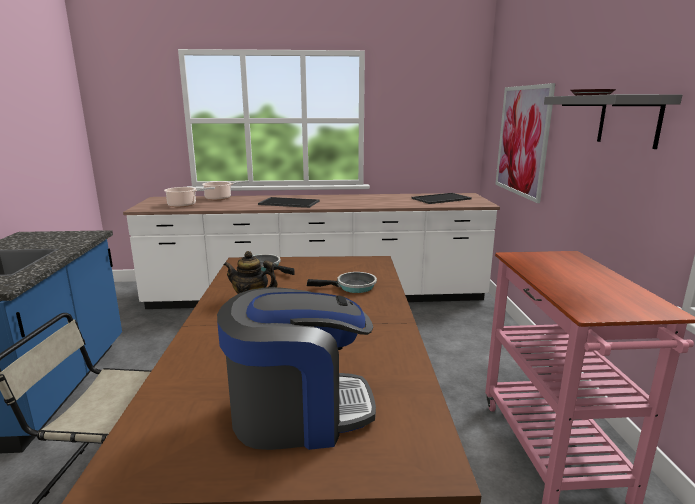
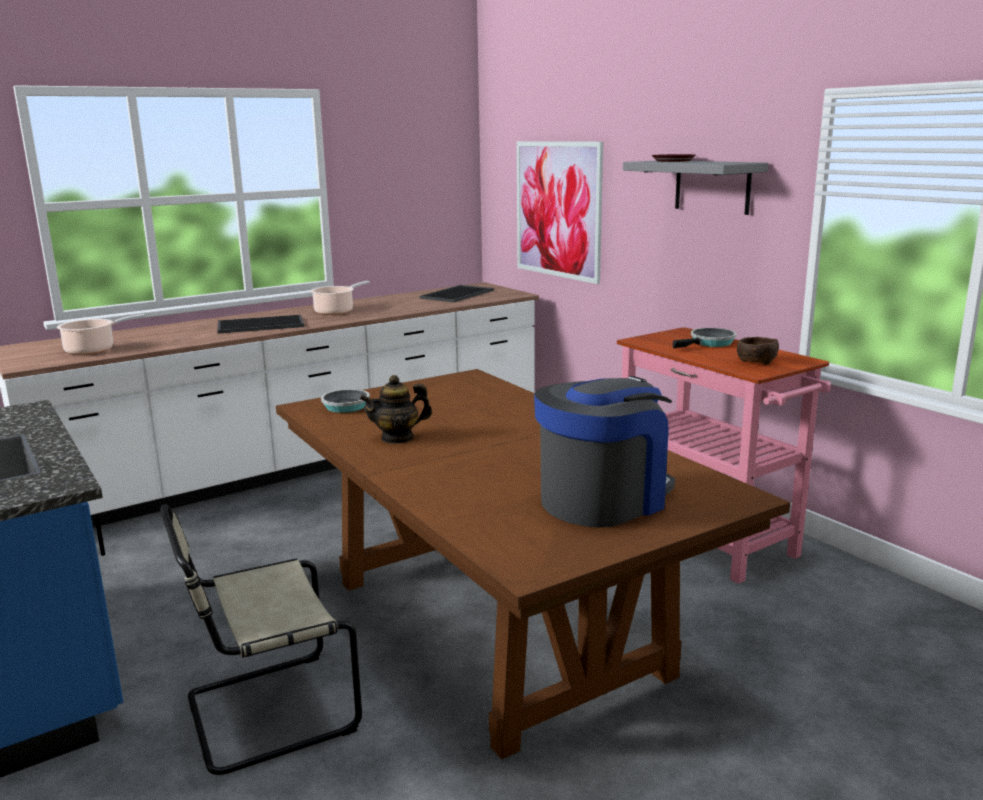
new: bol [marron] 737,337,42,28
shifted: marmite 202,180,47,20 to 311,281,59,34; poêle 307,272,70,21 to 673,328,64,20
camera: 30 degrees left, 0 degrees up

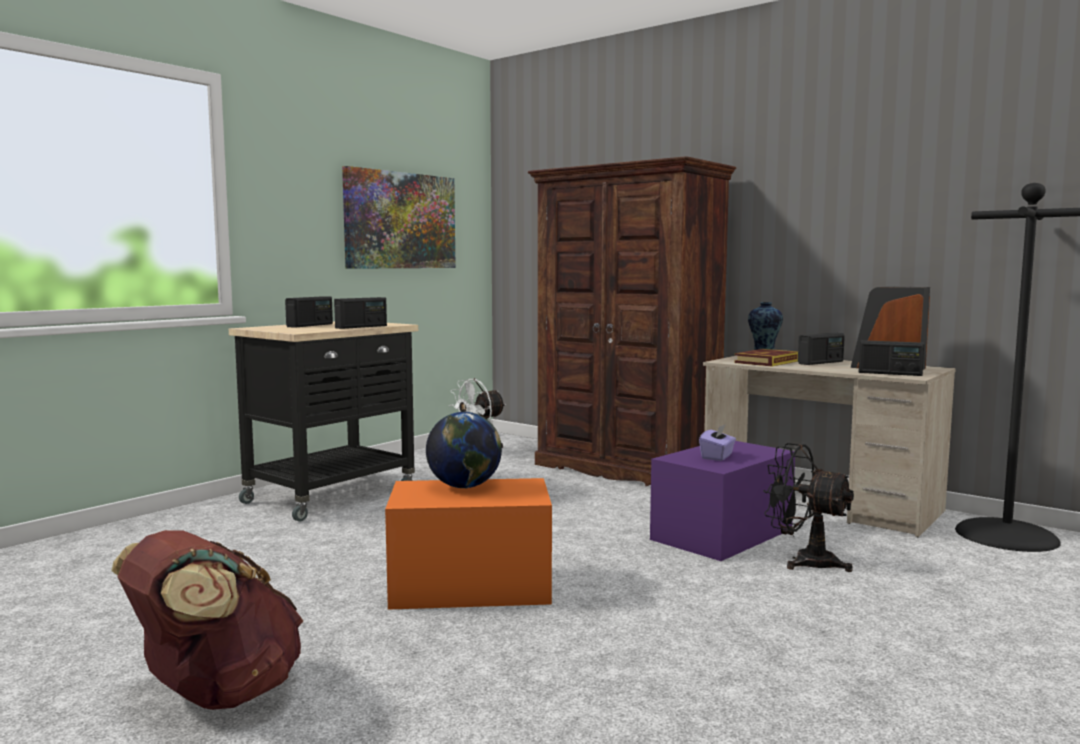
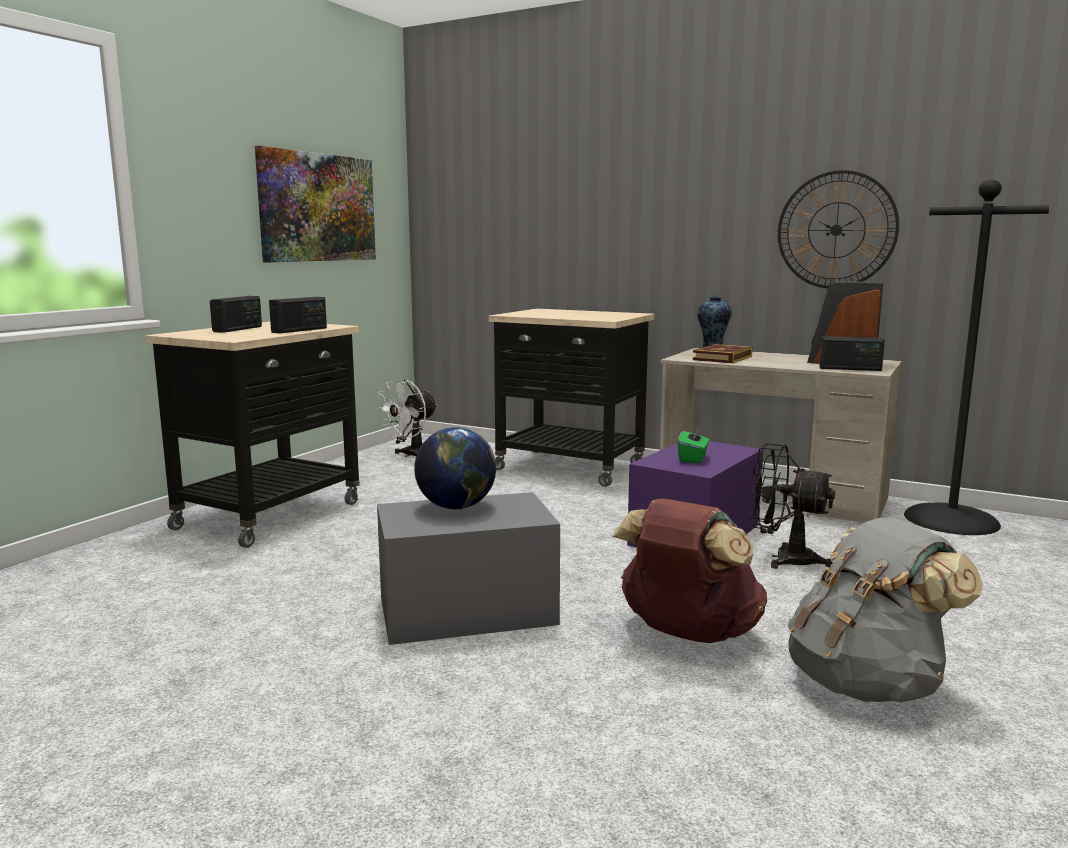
gone: radio 798,333,47,32
new: horloge murale 778,170,121,118; sac à dos [gris] 787,517,196,185
shifted: sac à dos [marron] 111,530,192,180 to 612,499,155,144
swapped: armoire [marron] 528,156,208,330 to chariot [noir] 489,309,165,178
repainted: boîte de rangement [orange] 385,478,167,132 to boîte de rangement [gris] 377,492,183,153; boîte à mouchoirs [violet] 699,424,37,37 to boîte à mouchoirs [vert] 678,427,31,36
camera: 10 degrees left, 5 degrees up

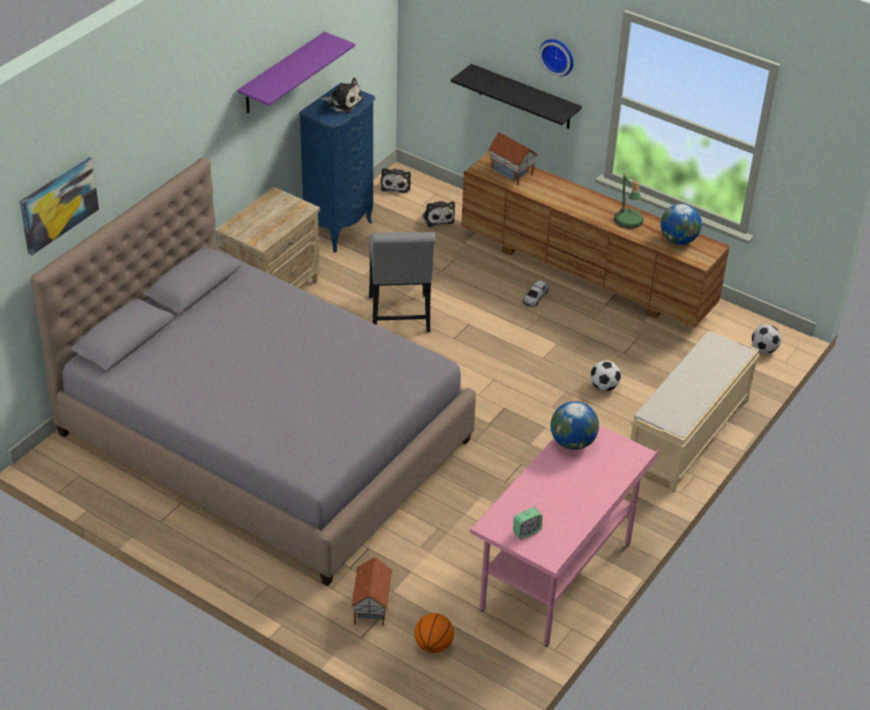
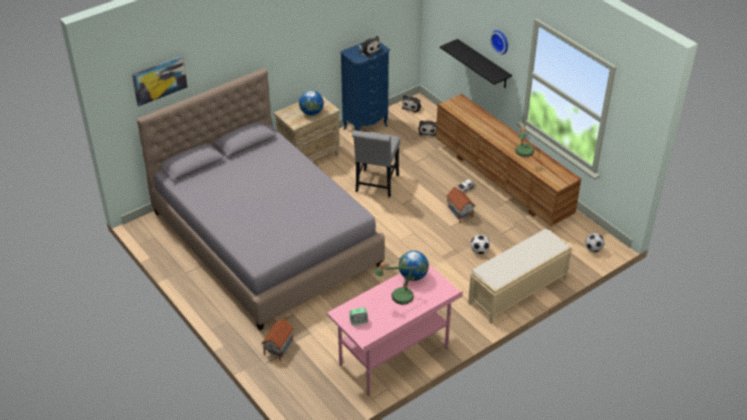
gone: étagère [violet] 237,32,118,81; ballon de basket 414,613,40,40
new: lampe de table 374,262,42,43
shifted: maison miniature 488,132,50,53 to 446,187,30,36; globe 661,204,41,41 to 299,90,25,25
camera: 20 degrees right, 0 degrees up

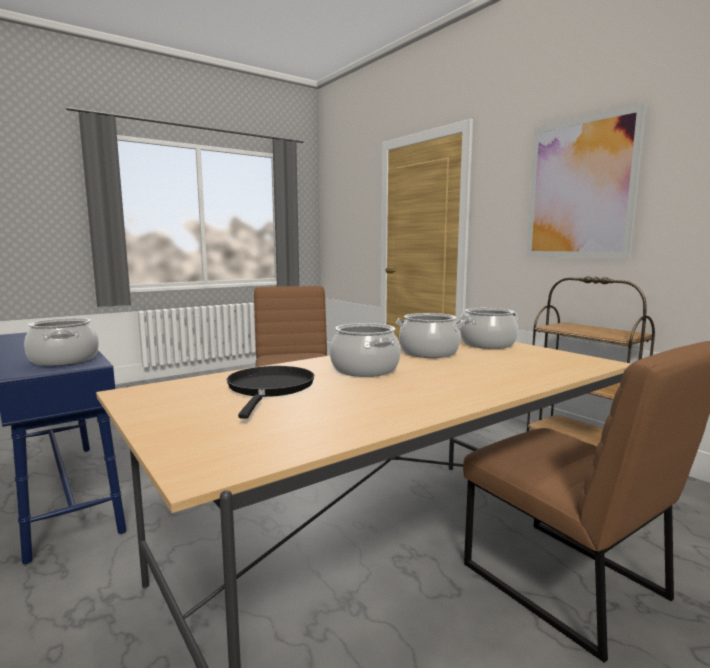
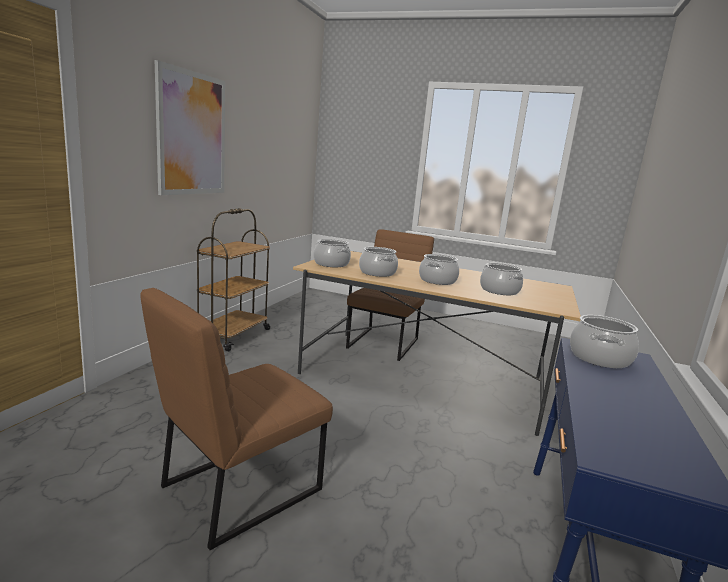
swapped: poêle [noir] 227,366,87,53 to marmite 480,263,43,32
camera: 125 degrees left, 5 degrees up

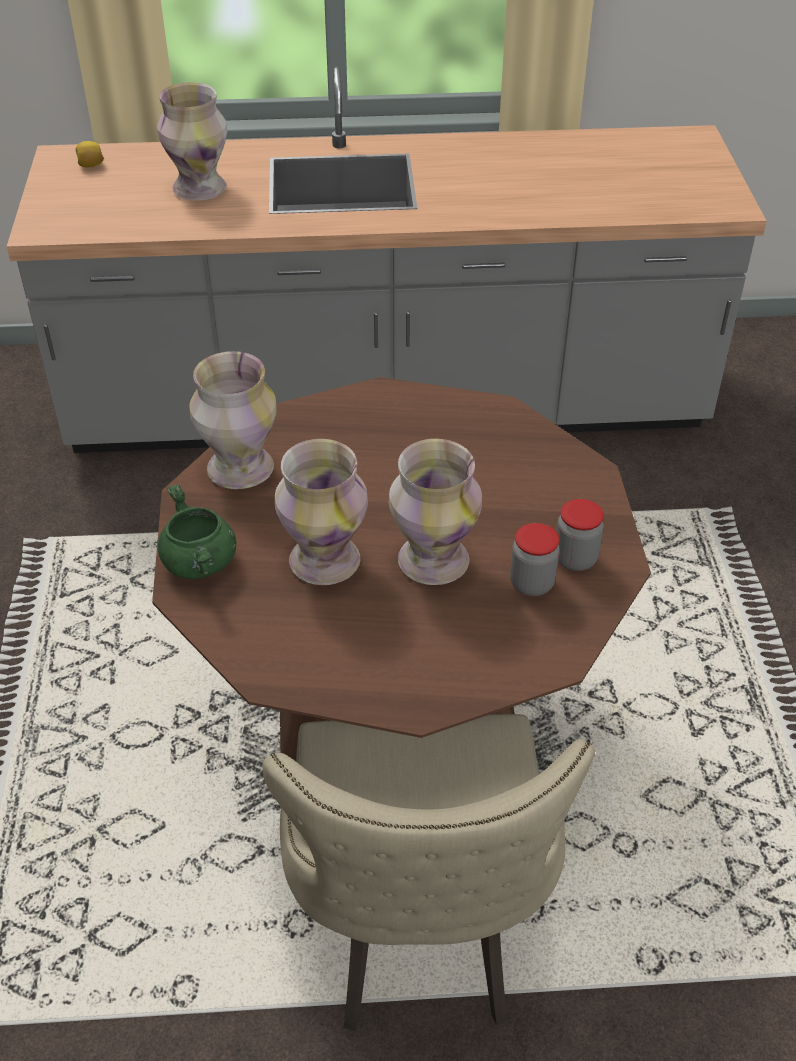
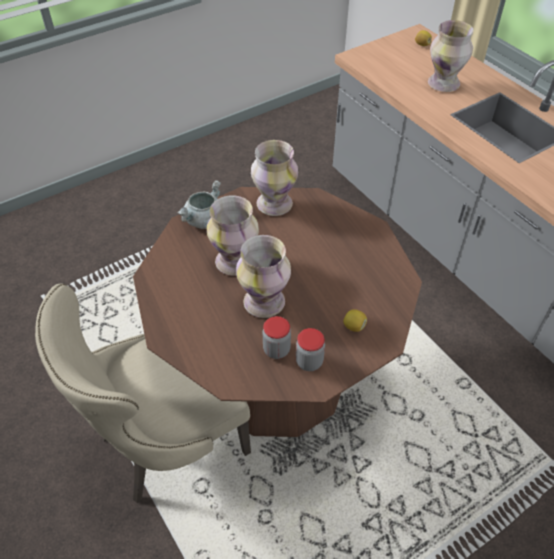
new: citron 343,309,24,23
repainted: marmite [vert] 158,485,78,94 to marmite [gris] 178,180,43,49
camera: 60 degrees right, 5 degrees up

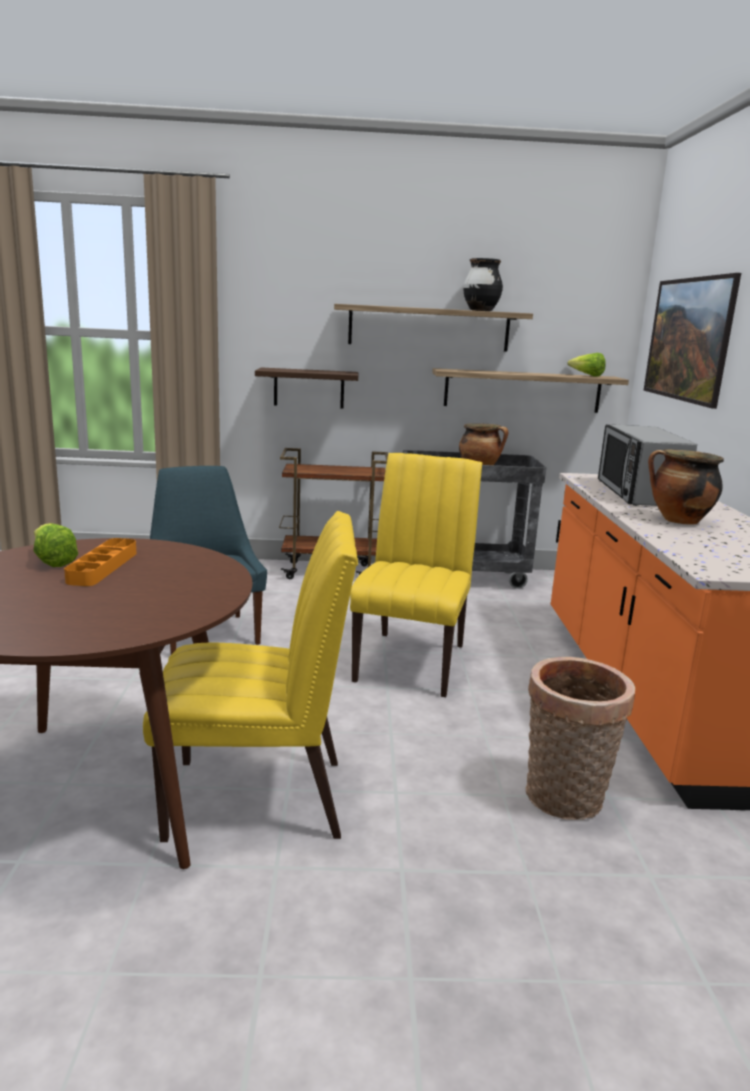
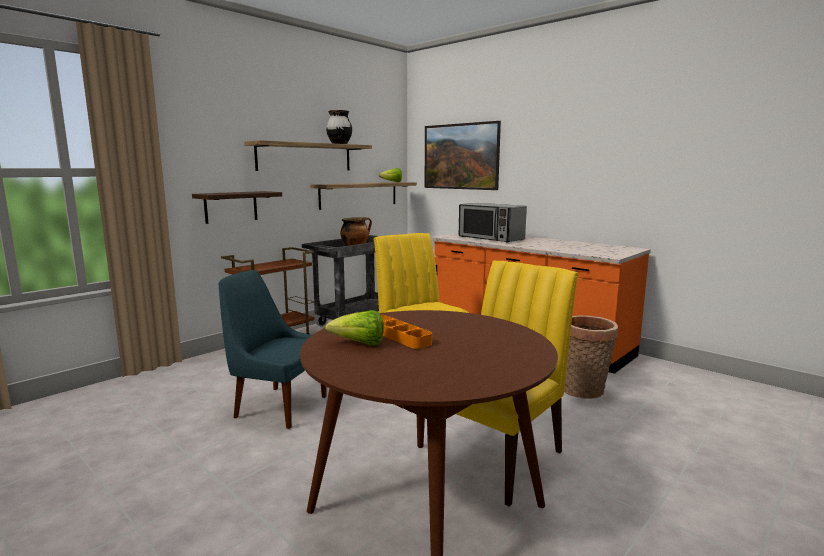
gone: marmite 648,449,76,75
camera: 45 degrees left, 5 degrees down

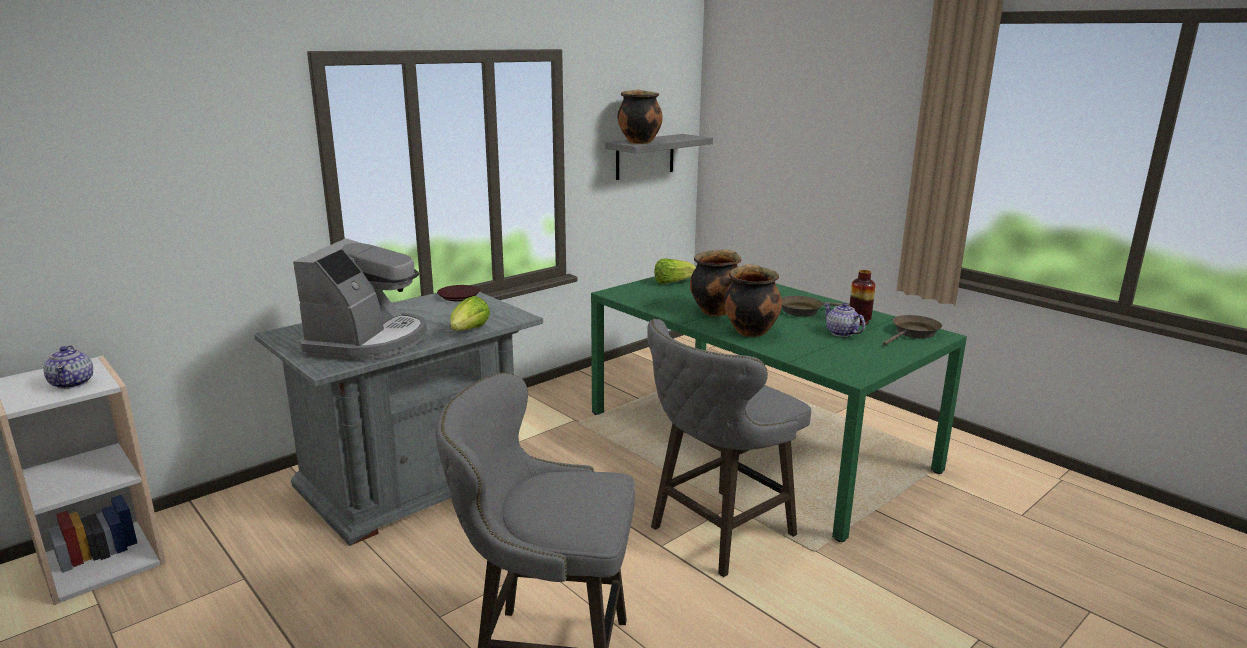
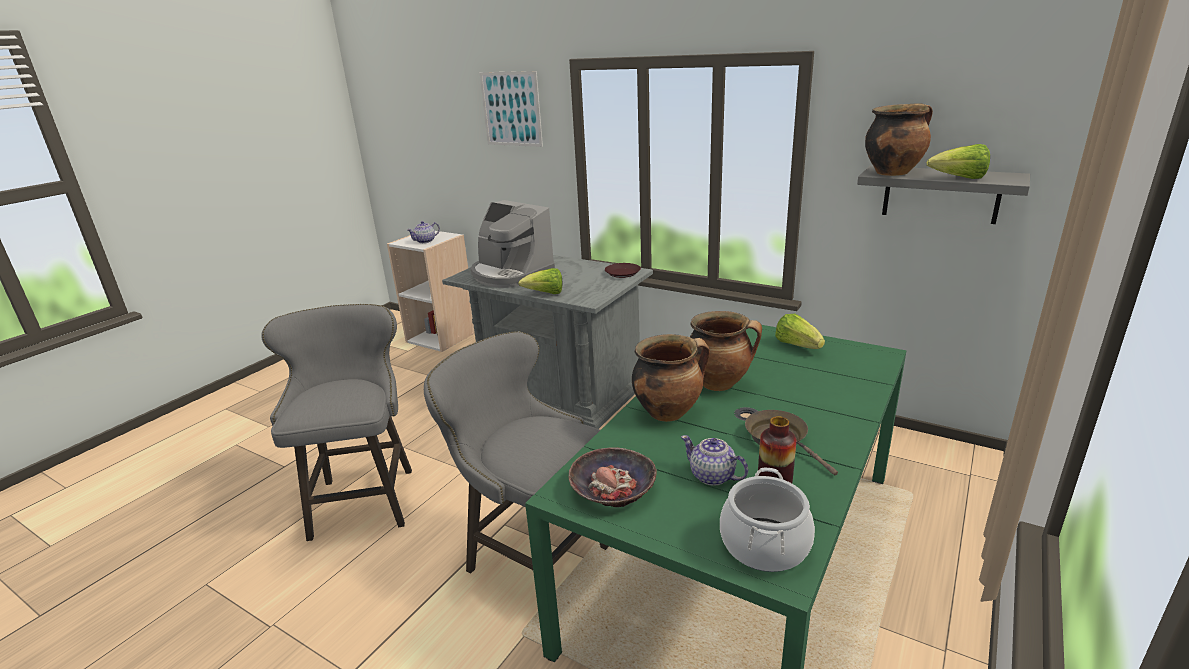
new: tableau 479,71,64,76; bol 569,447,88,60; laitue 927,144,63,35
swapped: poêle [marron] 883,315,59,30 to marmite 720,468,95,104
rotated: machine à café 293,238,134,123 = 471,200,84,88 45 degrees clockwise; théière 824,303,41,34 = 681,435,67,51 90 degrees counterclockwise
camera: 75 degrees right, 5 degrees up

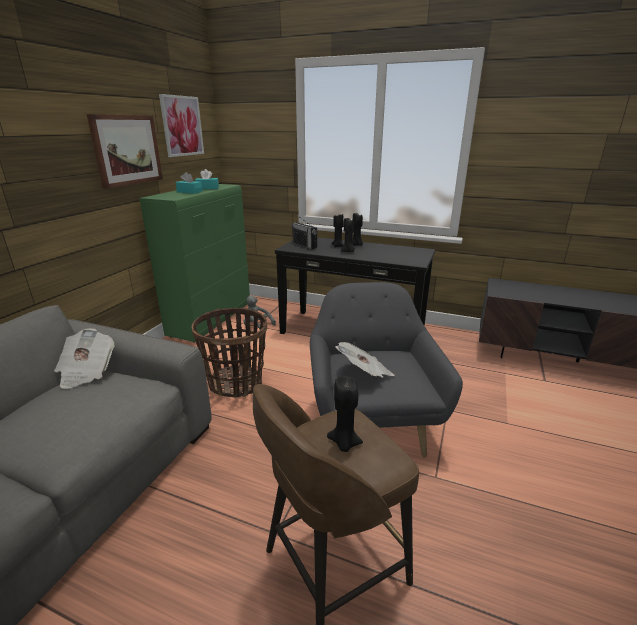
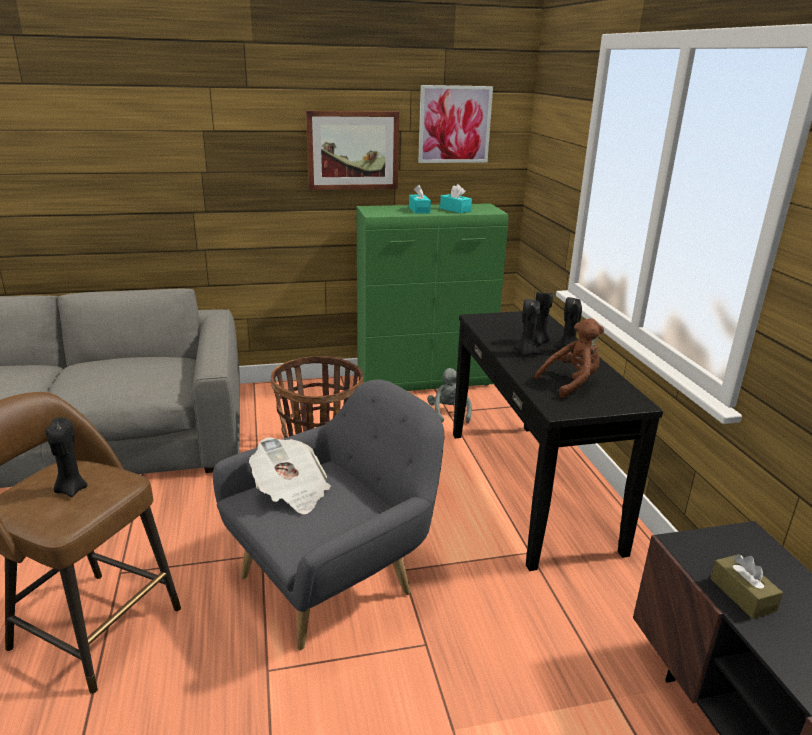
gone: journal 54,328,61,61; radio 291,214,26,35
new: peluche [marron] 534,318,70,80; boîte à mouchoirs [marron] 710,554,73,65
camera: 55 degrees right, 0 degrees up

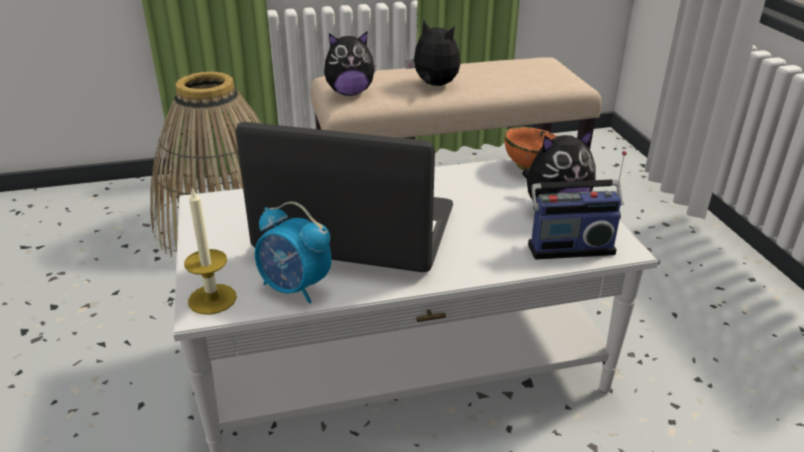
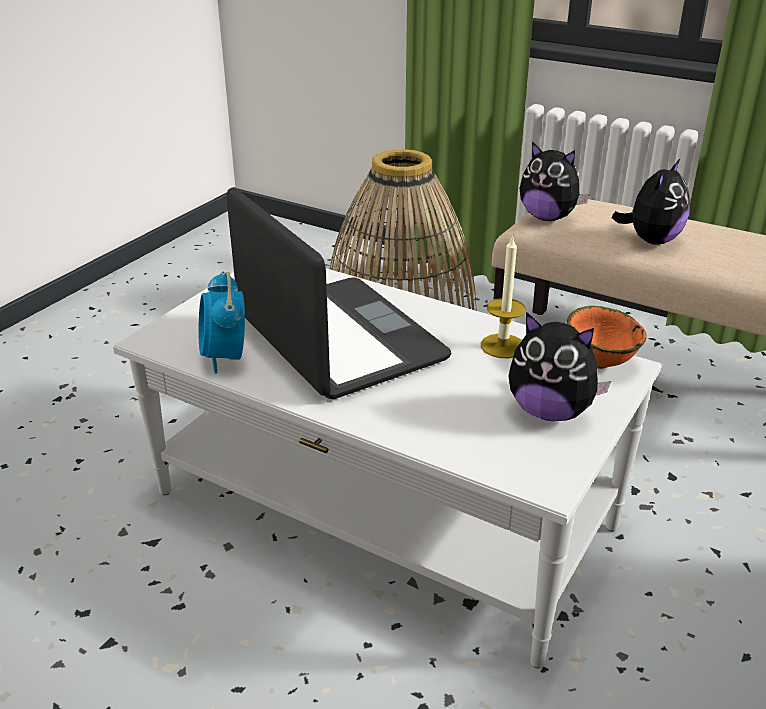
gone: radio 528,151,99,109
shifted: bougie 184,187,53,128 to 481,235,45,123
rotated: peluche 405,21,55,65 = 612,159,78,86 45 degrees clockwise
camera: 45 degrees right, 0 degrees up

